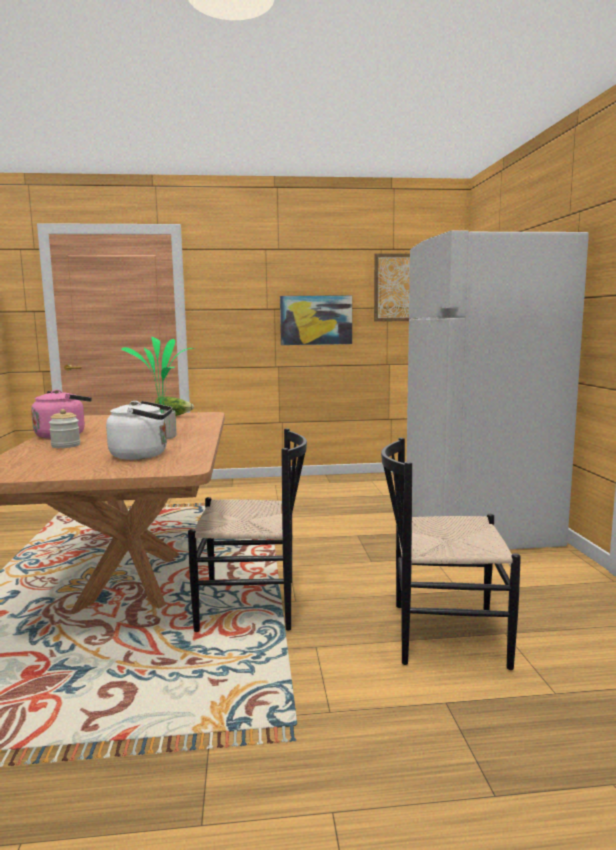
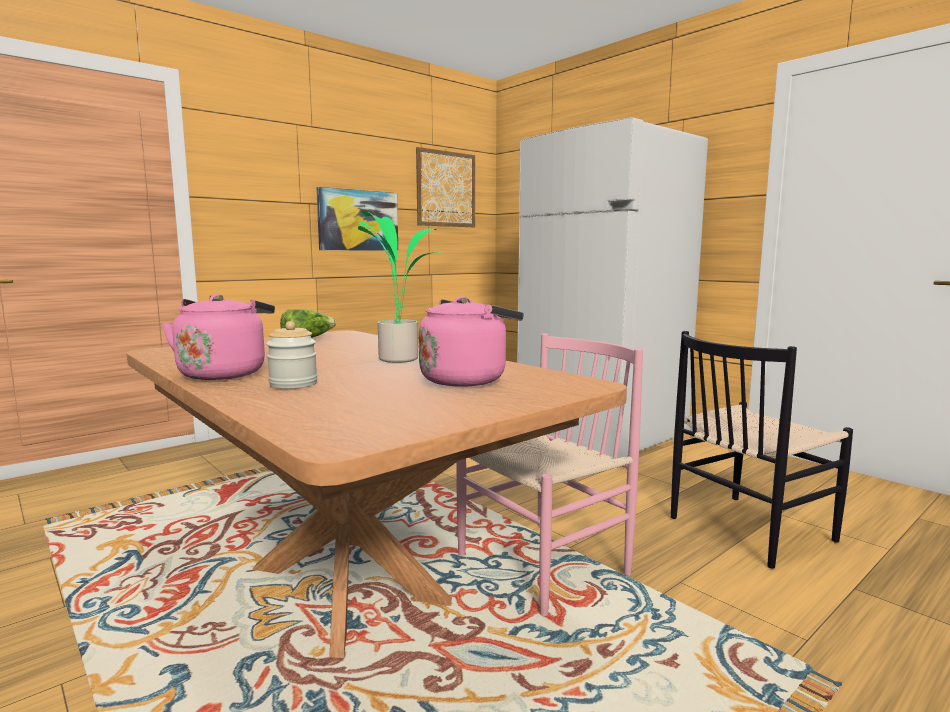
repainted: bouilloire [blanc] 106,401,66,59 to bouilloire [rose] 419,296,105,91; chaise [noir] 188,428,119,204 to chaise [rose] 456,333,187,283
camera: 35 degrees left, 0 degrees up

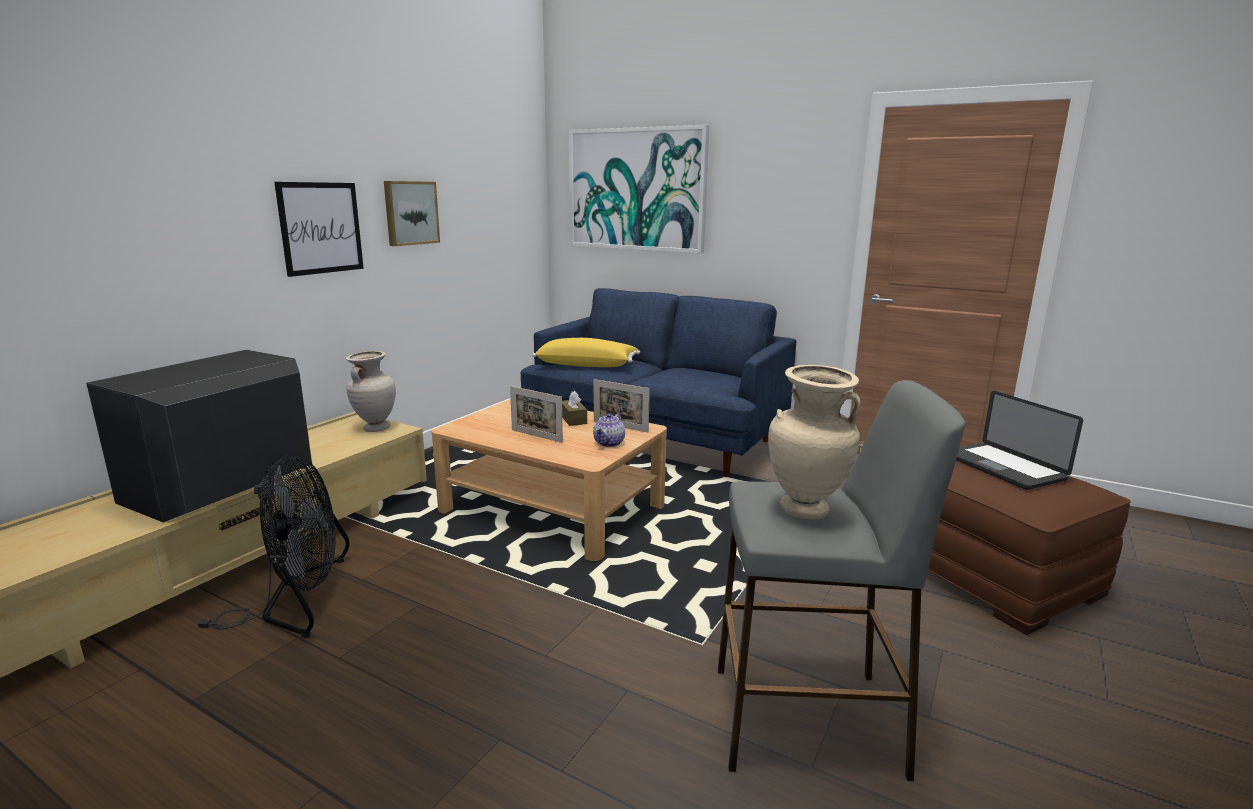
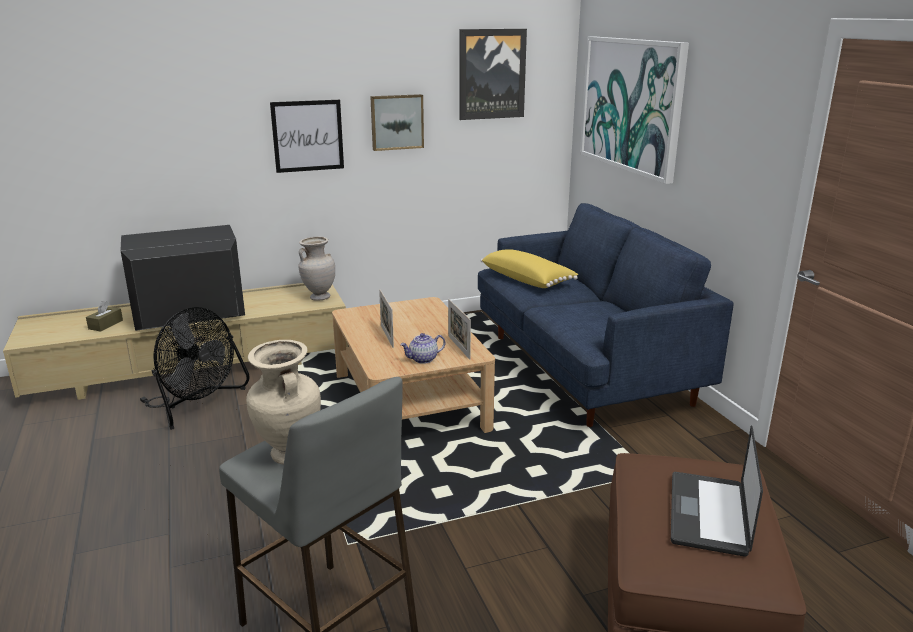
new: tableau 459,29,68,91
shifted: boîte à mouchoirs [marron] 562,391,25,35 to 86,301,37,31
camera: 40 degrees right, 5 degrees up

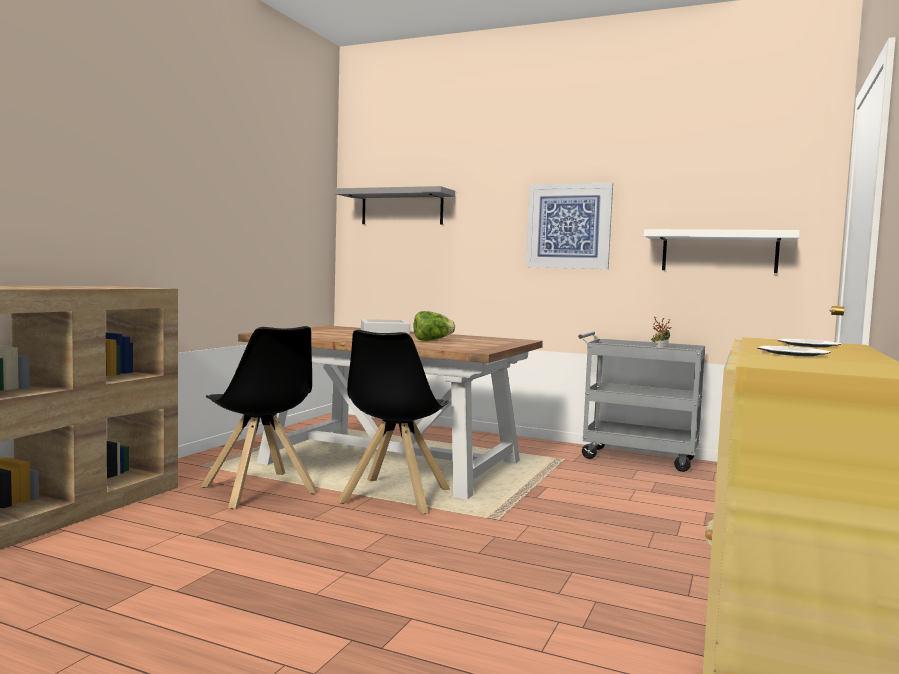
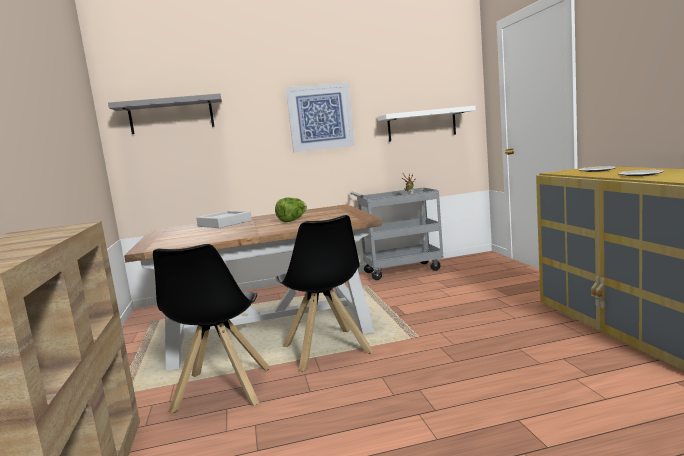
rotated: chaise [noir] 200,326,118,183 = 153,244,118,170 75 degrees clockwise
camera: 35 degrees left, 5 degrees up

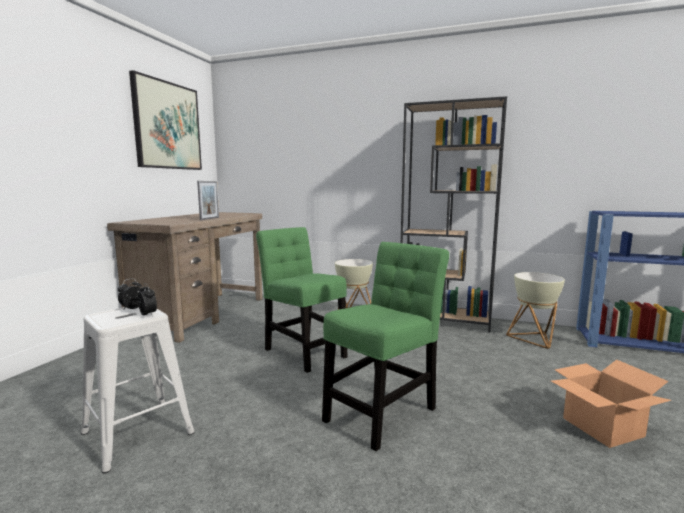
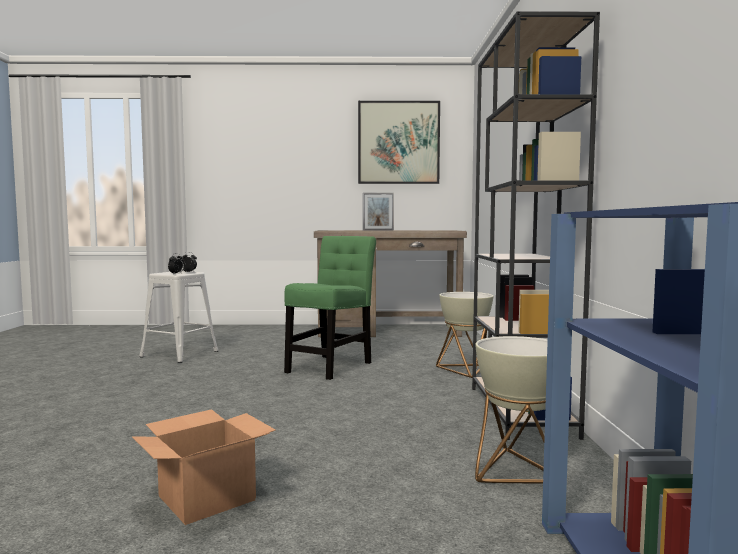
gone: chaise [vert] 322,242,127,209
camera: 70 degrees right, 5 degrees down

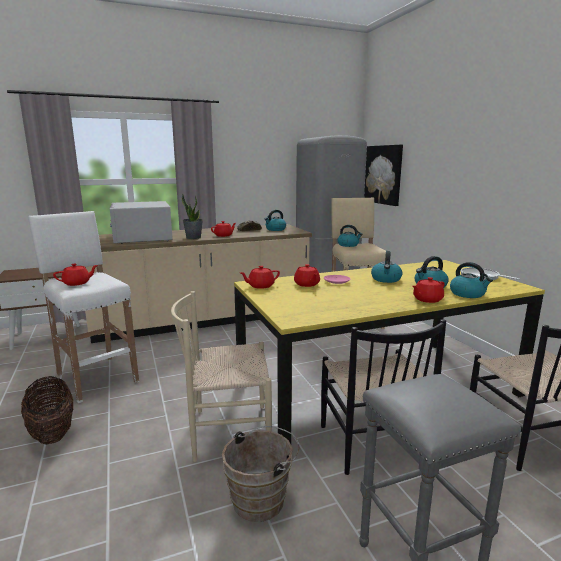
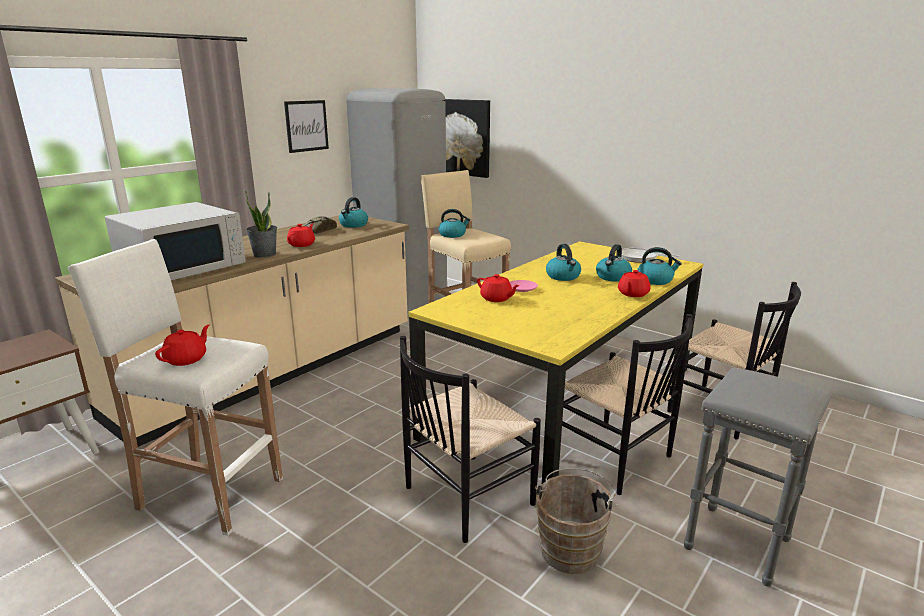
gone: panier 21,376,52,69; théière [rouge] 240,266,40,23
new: tableau 284,100,45,53
repainted: chaise [beige] 171,291,101,171 to chaise [noir] 400,336,141,207
rotated: micro-ondes [blanc] 110,201,63,43 = 105,202,141,78 90 degrees counterclockwise
camera: 30 degrees left, 5 degrees up

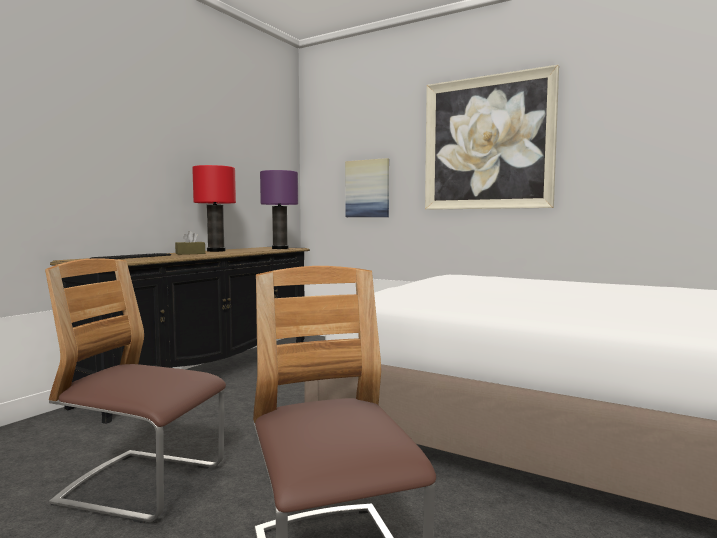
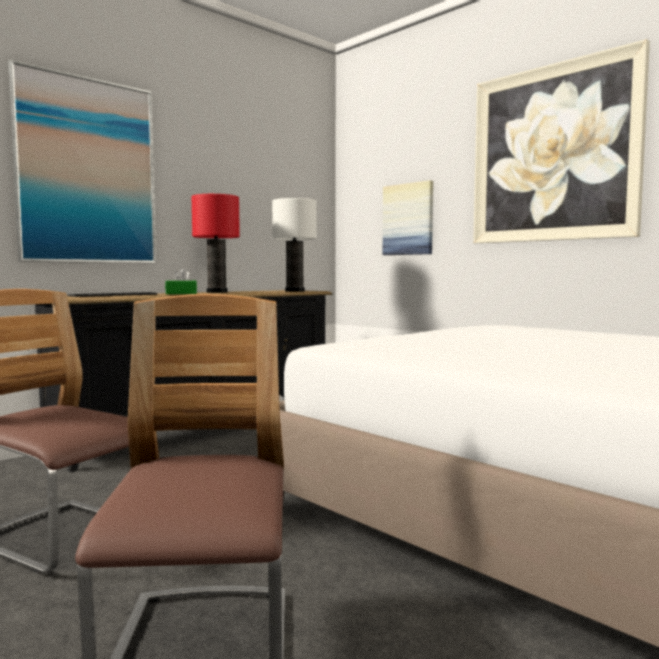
new: tableau 8,60,148,203
repainted: boîte à mouchoirs [marron] 175,231,30,24 to boîte à mouchoirs [vert] 165,268,32,26; lampe de table [violet] 260,170,38,79 to lampe de table [blanc] 272,198,45,94
camera: 15 degrees right, 0 degrees up

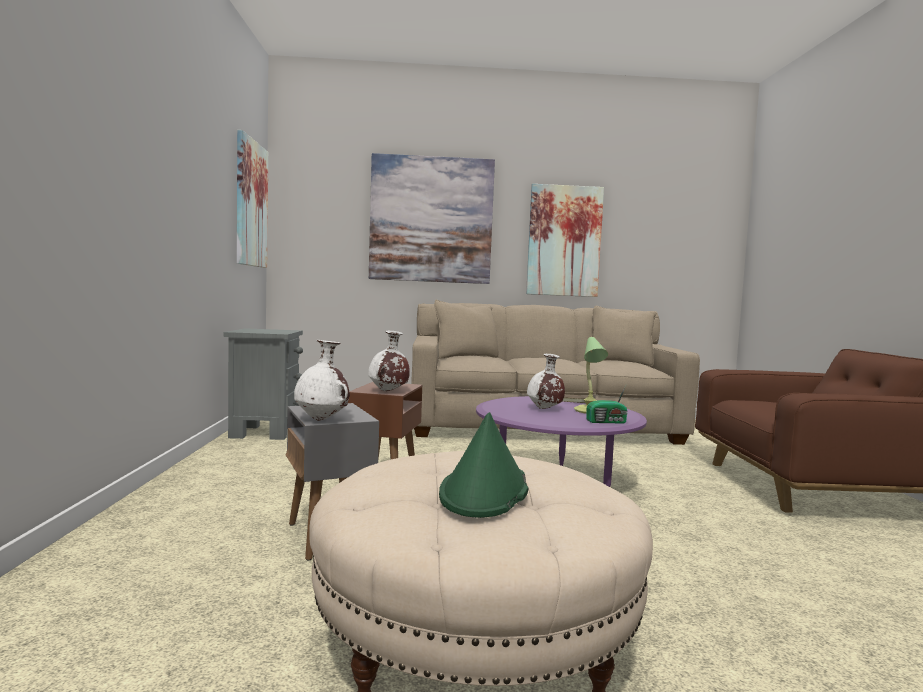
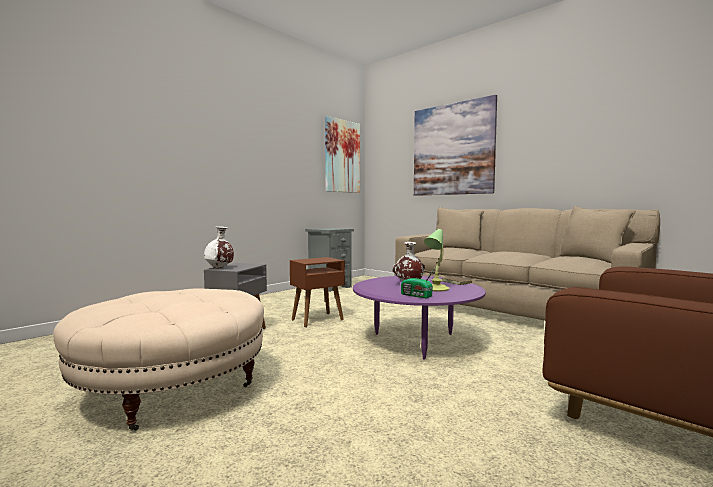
gone: vase [blanc] 368,331,42,60; chapeau [vert] 439,412,89,106; tableau 526,184,78,113
camera: 45 degrees right, 0 degrees up

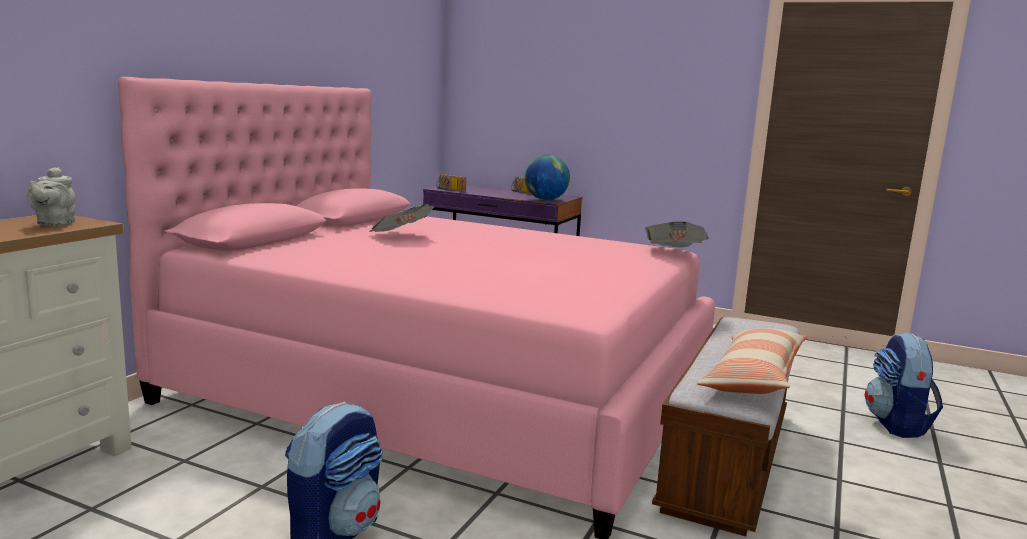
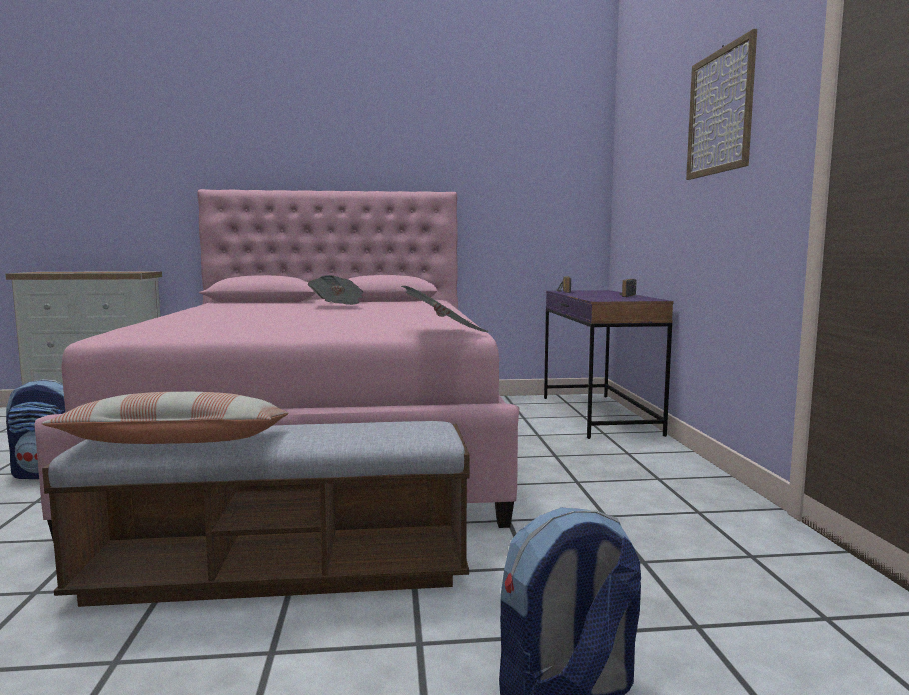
gone: théière [gris] 27,167,48,60; globe 525,155,45,45
new: tableau 686,29,71,151
camera: 60 degrees right, 5 degrees down

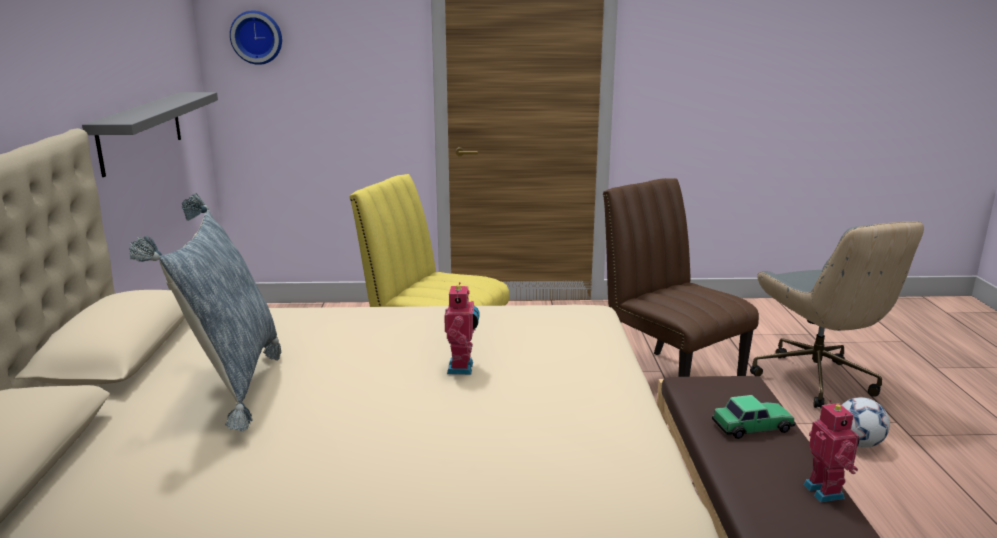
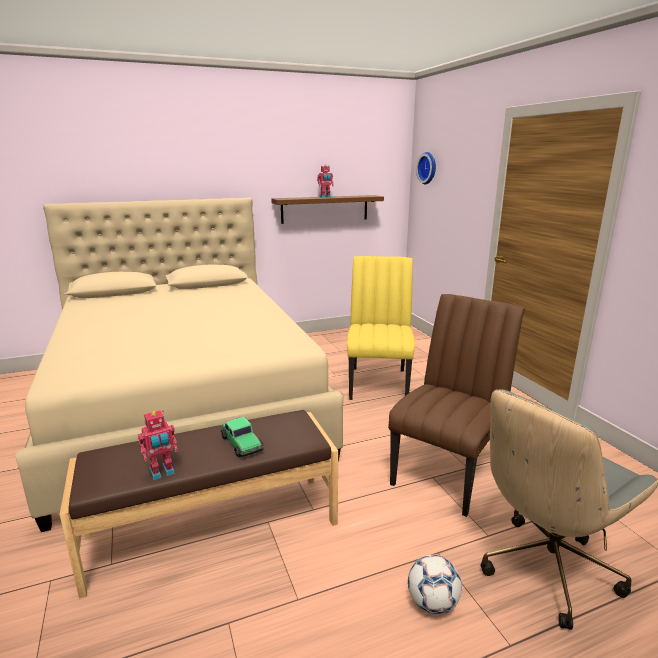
gone: coussin 129,193,153,239
shifted: robot jouet 444,282,35,93 to 317,165,17,33
repainted: étagère [gris] 82,92,136,85 to étagère [marron] 271,195,113,29
camera: 70 degrees right, 0 degrees up

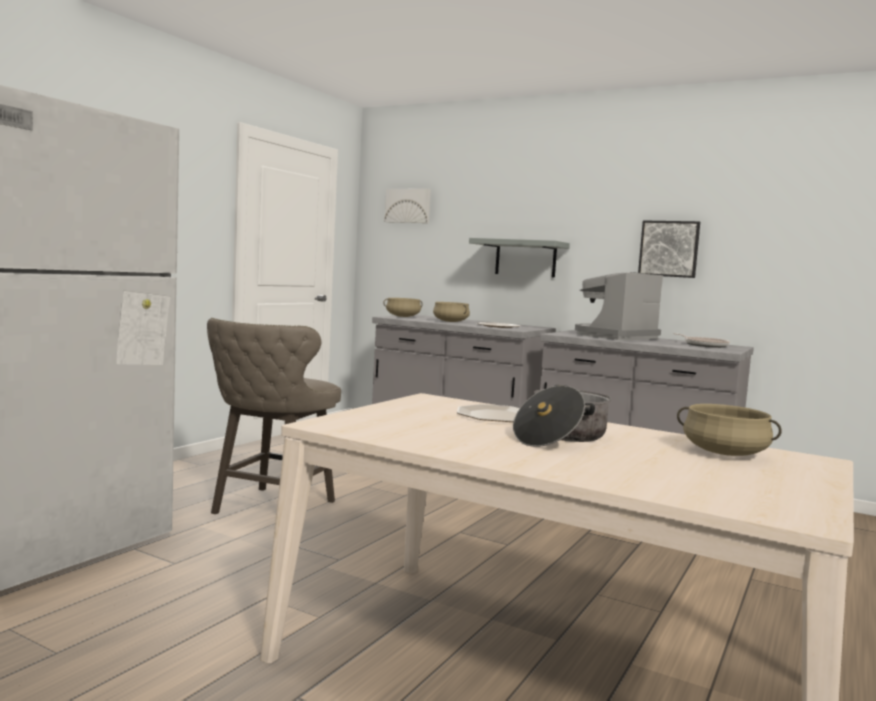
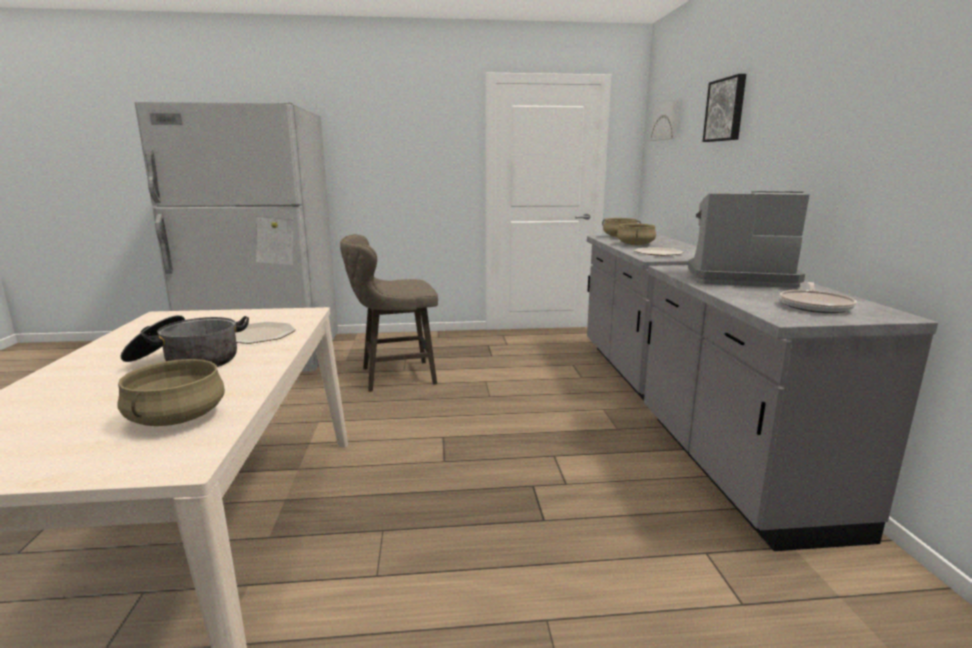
gone: étagère [gris] 469,238,101,39
shifted: tableau 638,220,62,58 to 703,74,43,68
camera: 55 degrees right, 10 degrees up

